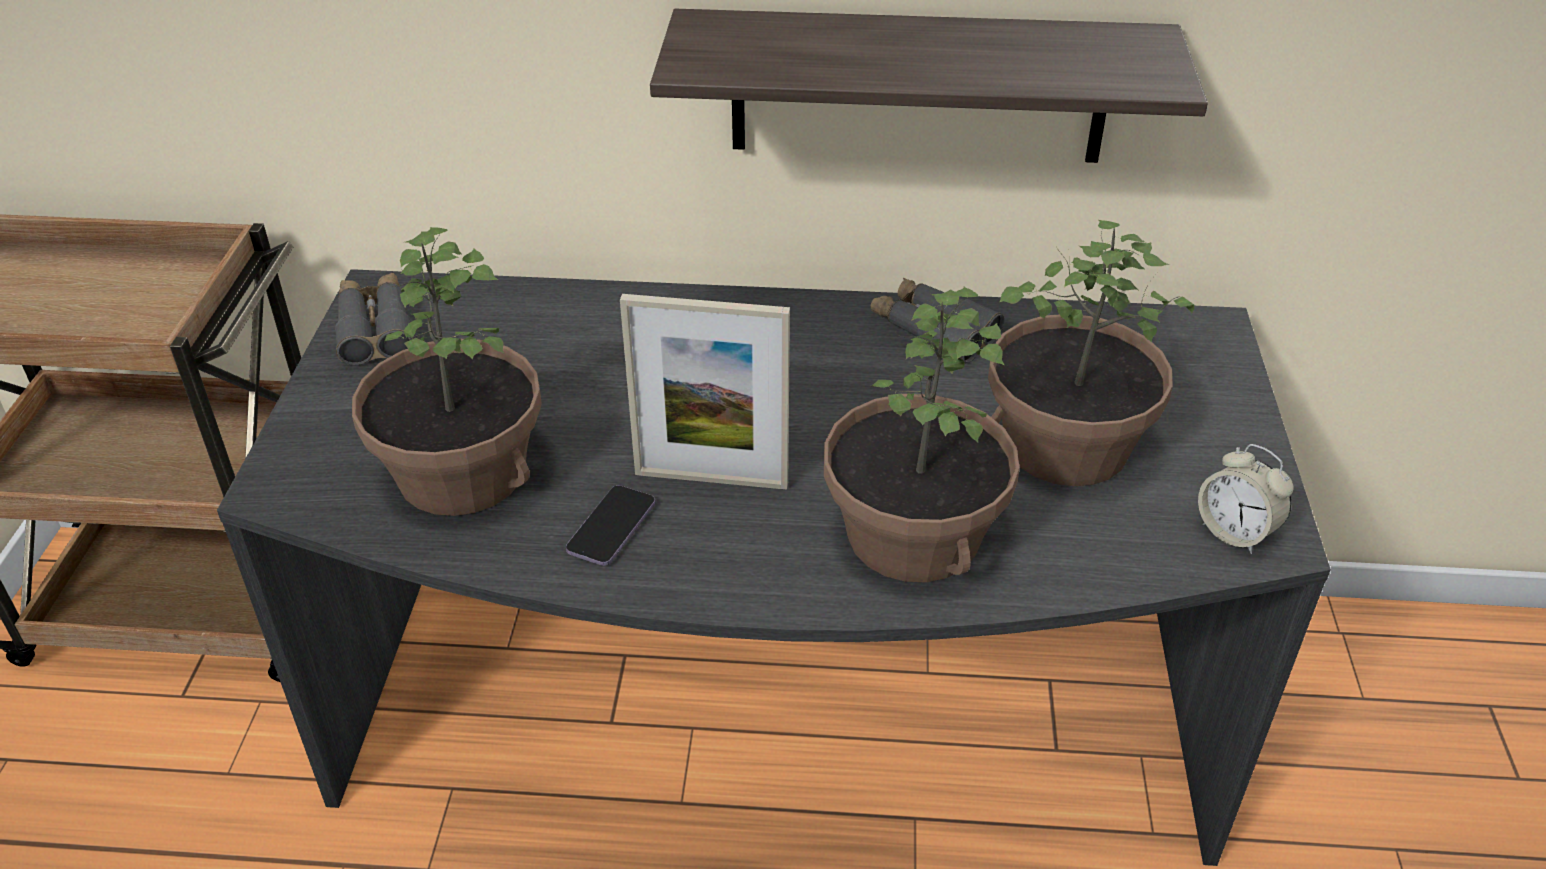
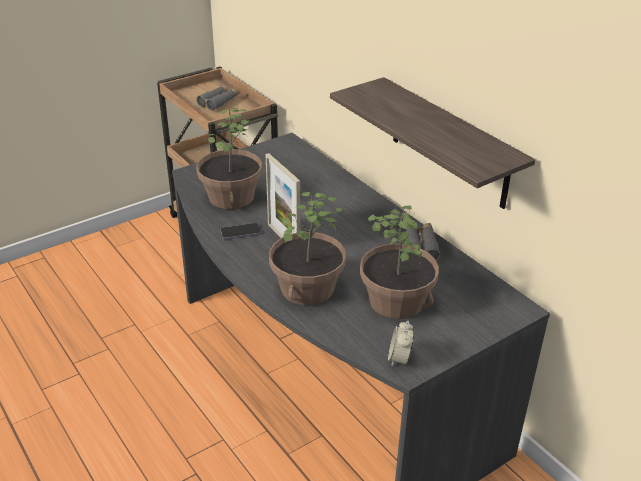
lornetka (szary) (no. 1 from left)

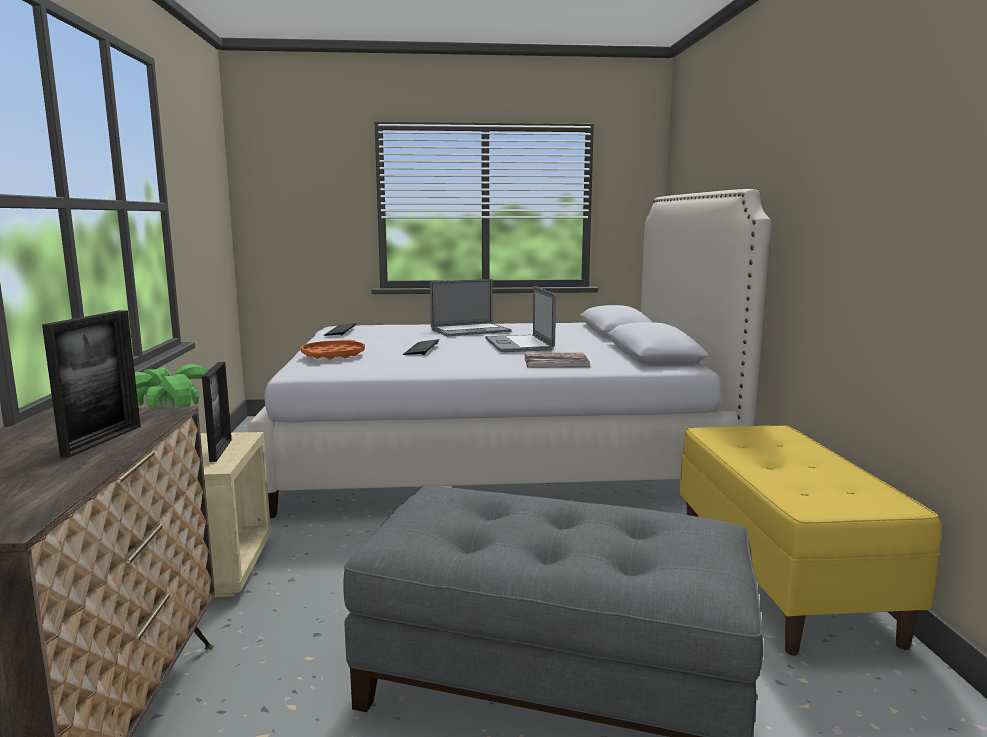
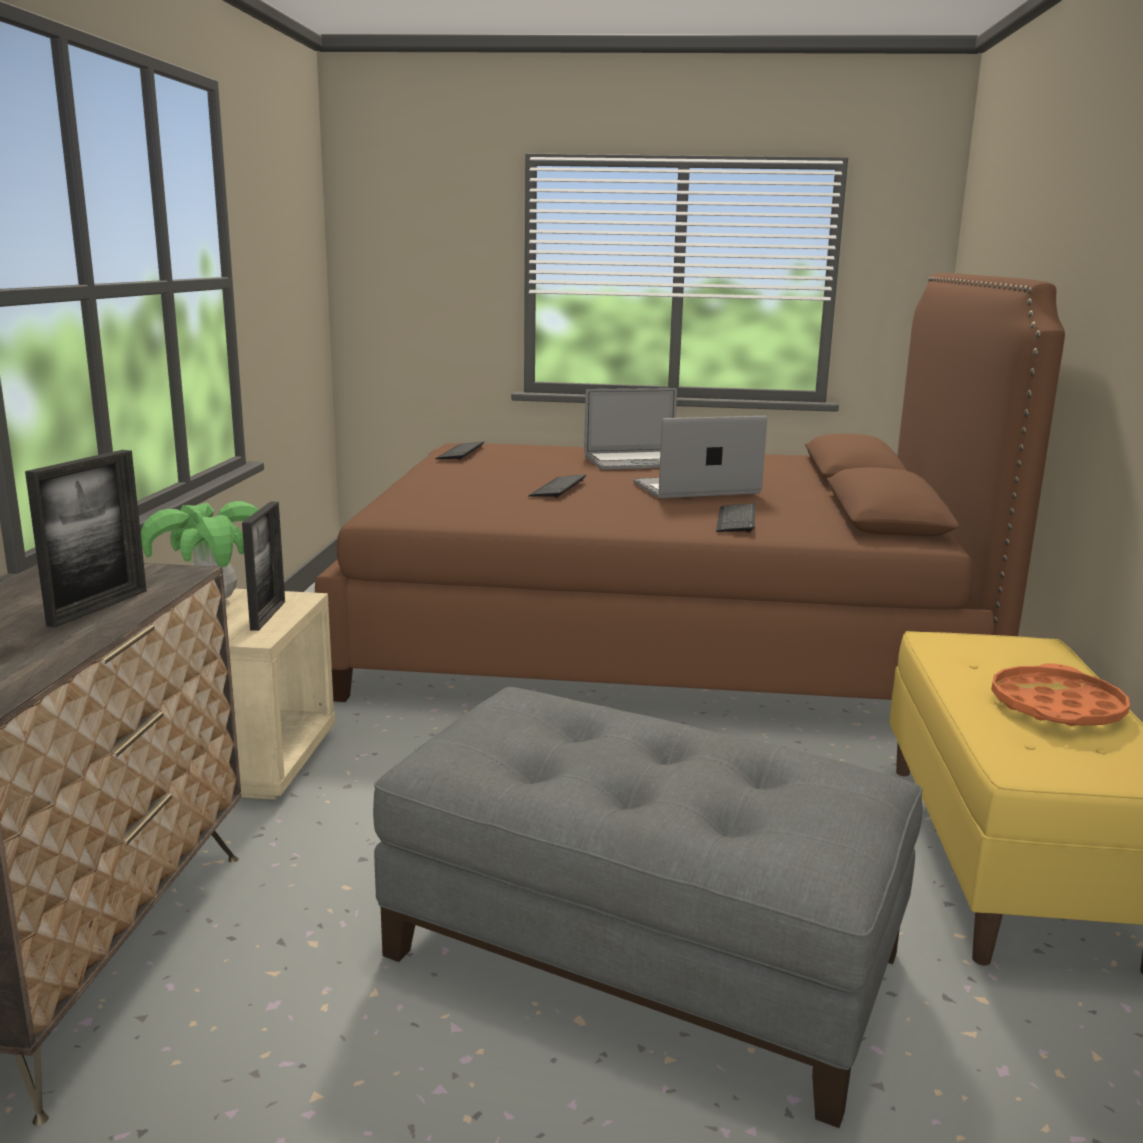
łóżko (brązowy); taca (pomarańczowy); laptop (no. 2 from left); klawiatura (no. 3 from left)

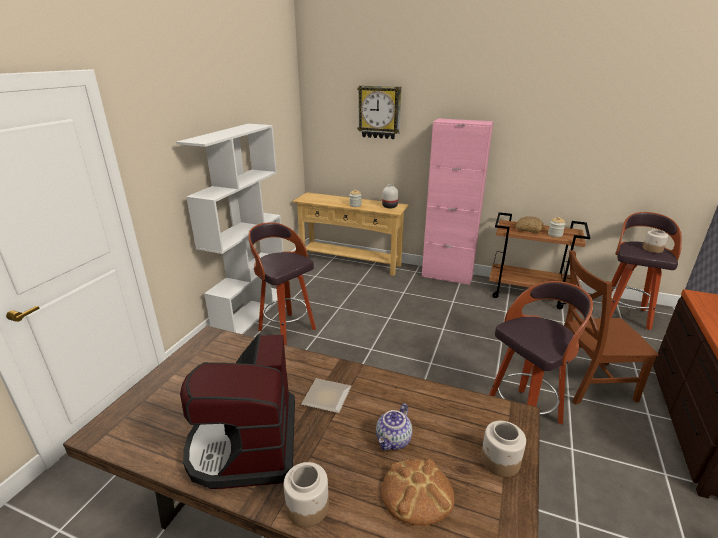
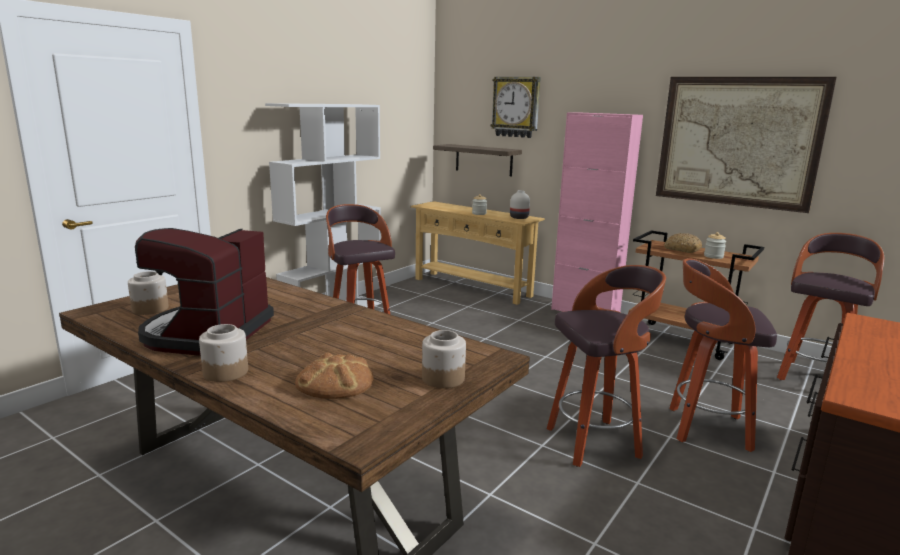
talerz; imbryk; stołek (no. 3 from left); słoik (no. 1 from left); półka; obraz

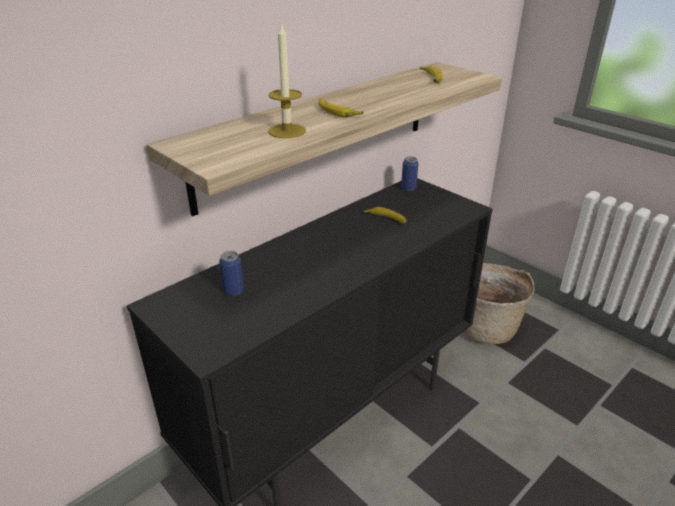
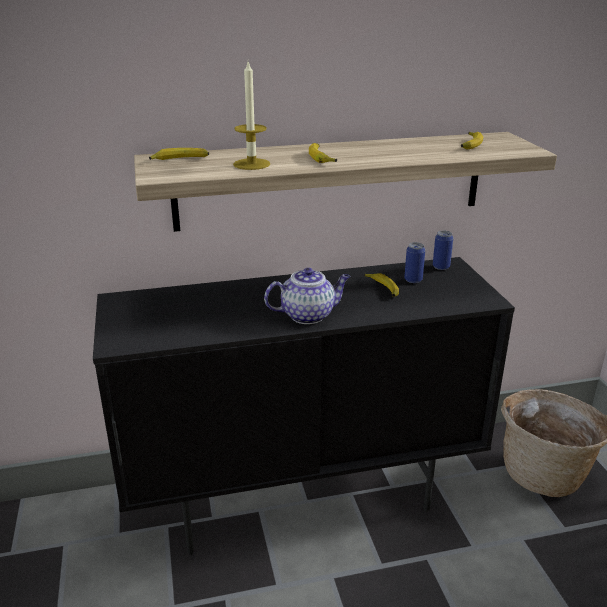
puszka (no. 1 from left); banan (no. 1 from left); imbryk

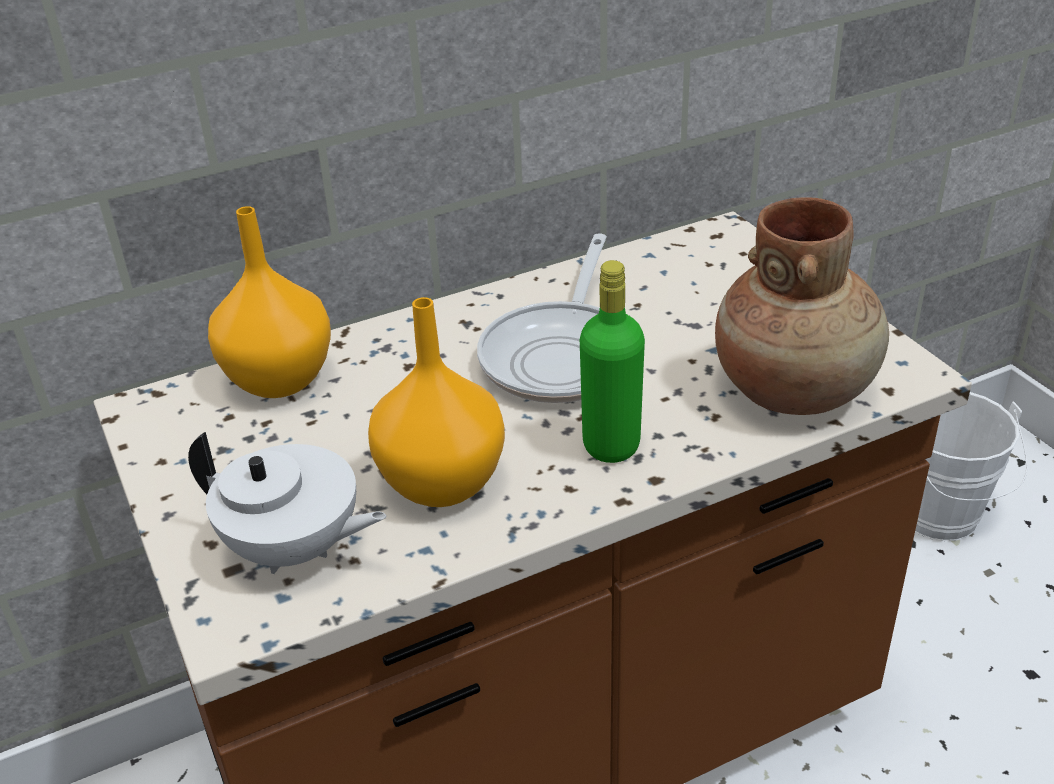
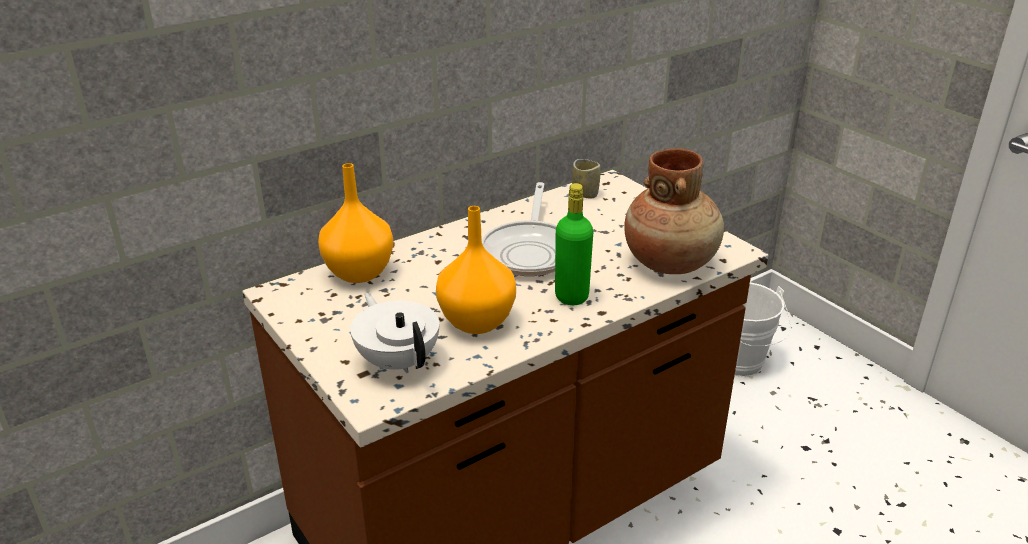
imbryk (biały); filiżanka

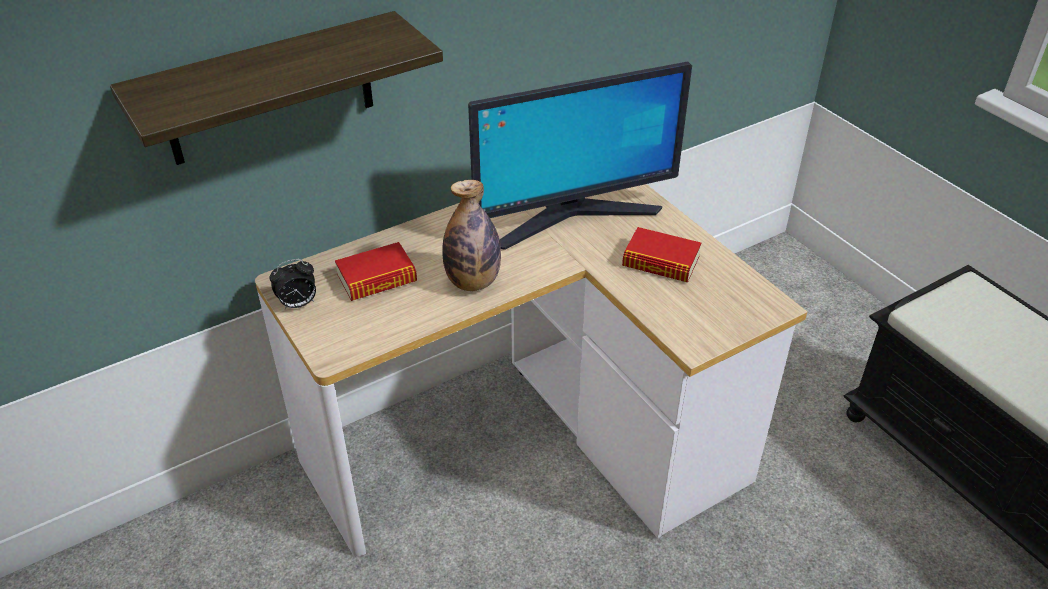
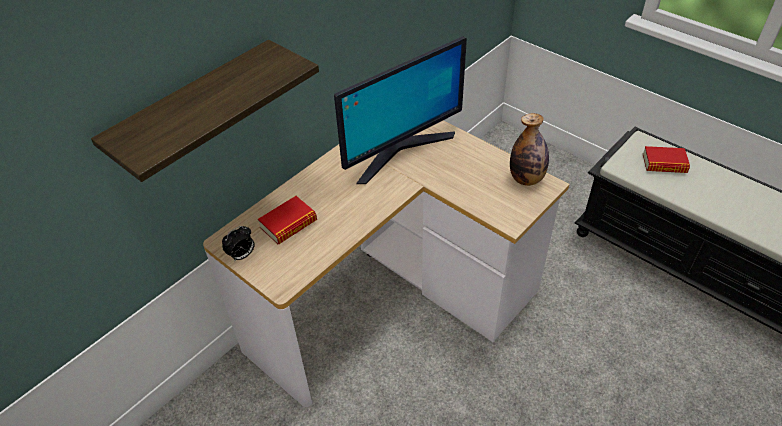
butelka; książka (no. 2 from left)

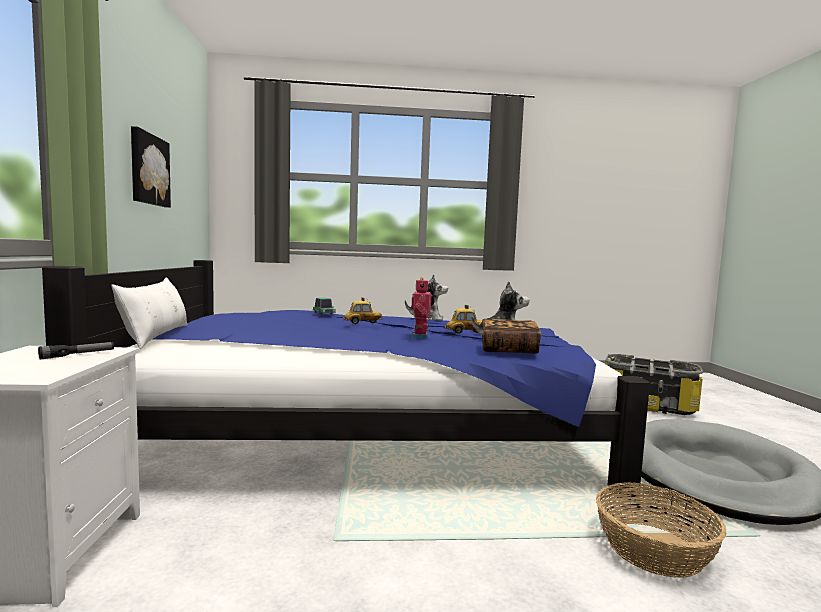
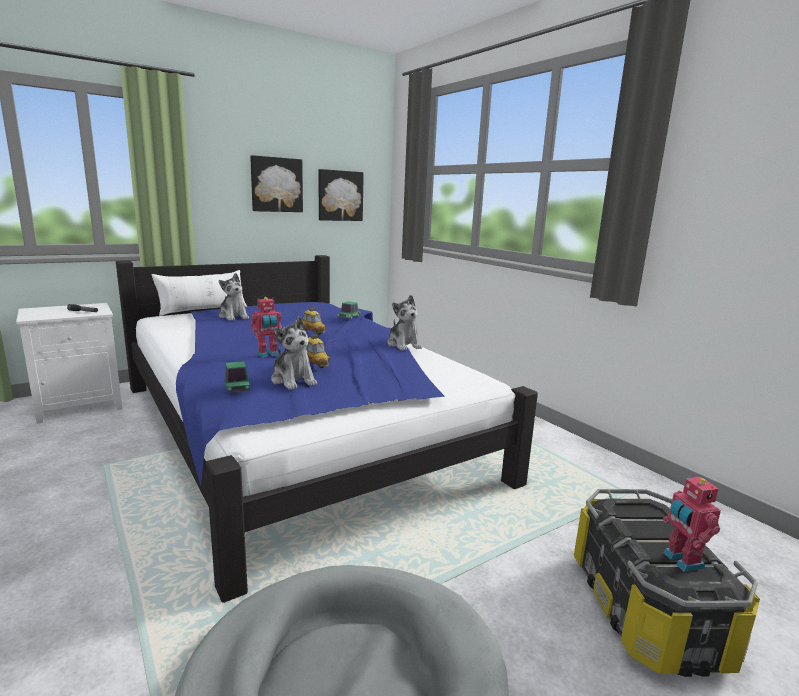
samochodzik (no. 1 from left); koszyk; pluszak (no. 1 from left); obraz (no. 2 from left); robot zabawkowy (no. 2 from left)

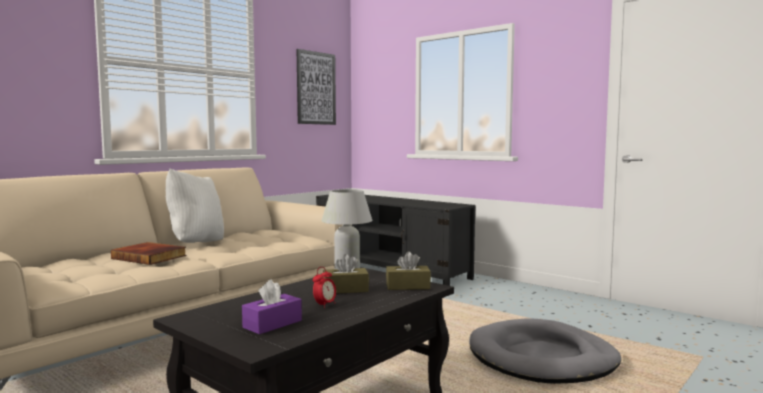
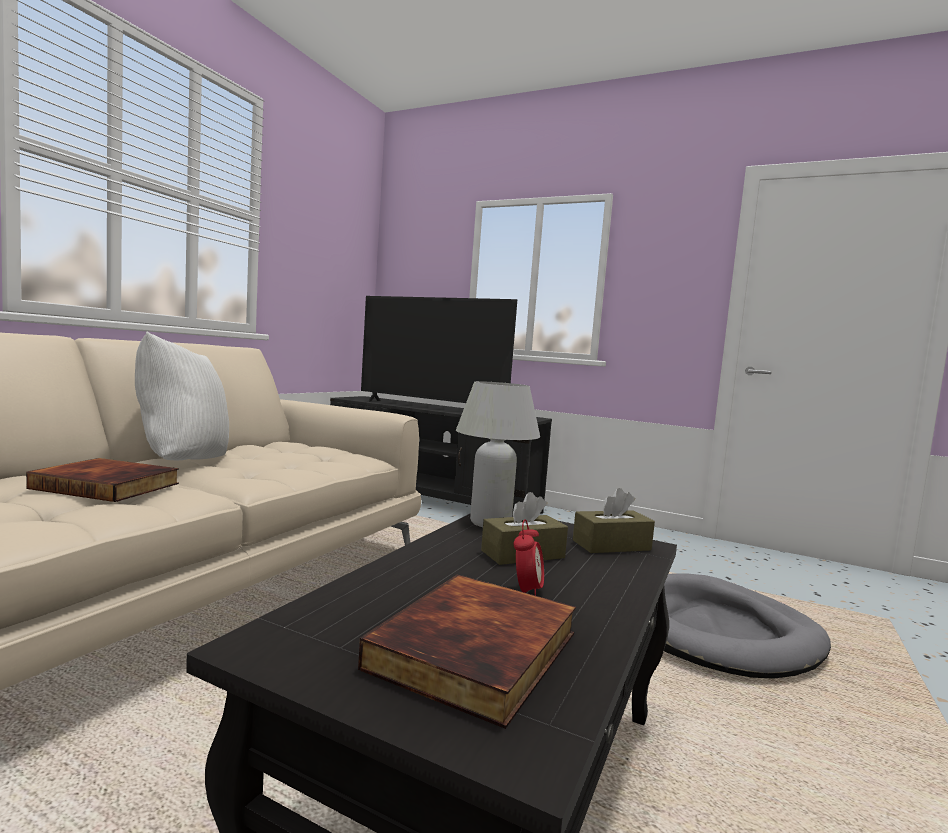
książka (no. 2 from left); obraz; telewizor

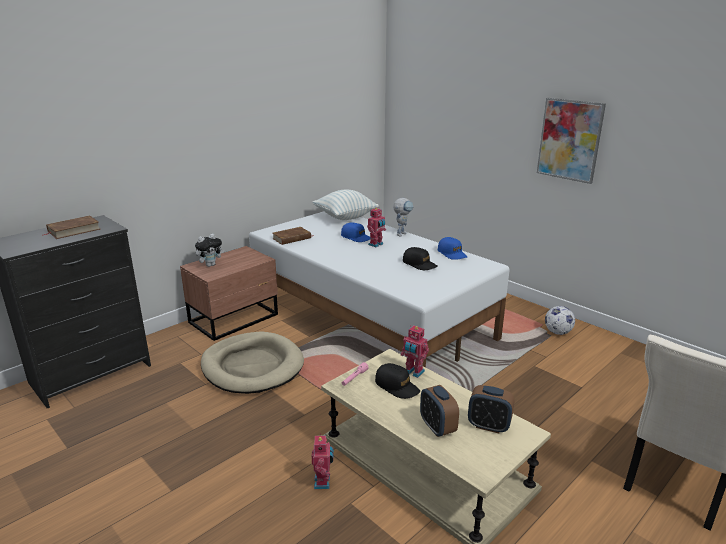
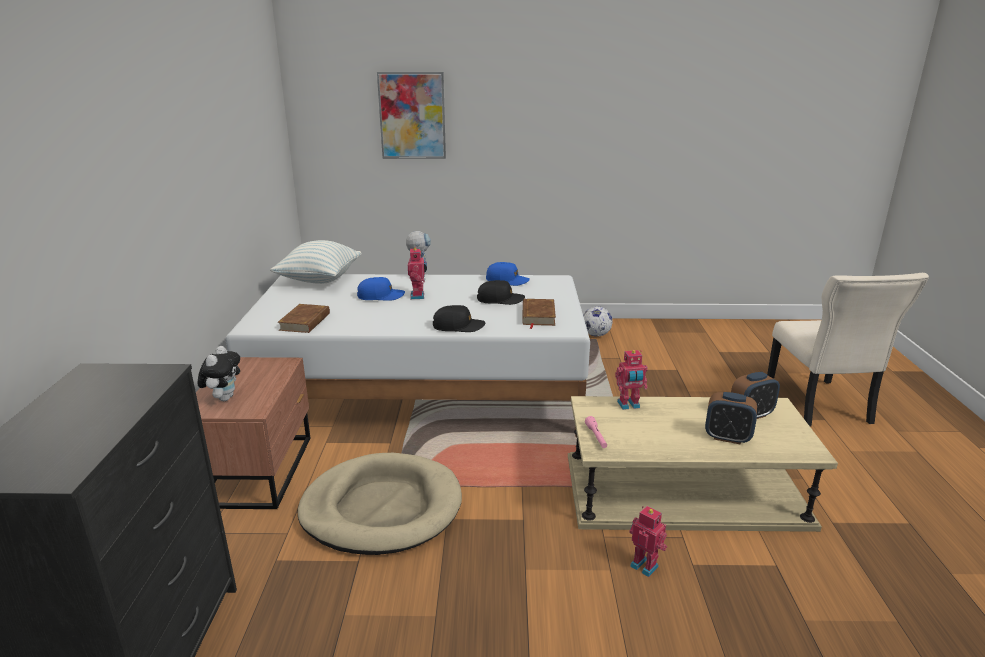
książka (brązowy) (no. 2 from left); czapka z daszkiem (czarny) (no. 1 from left); obraz

